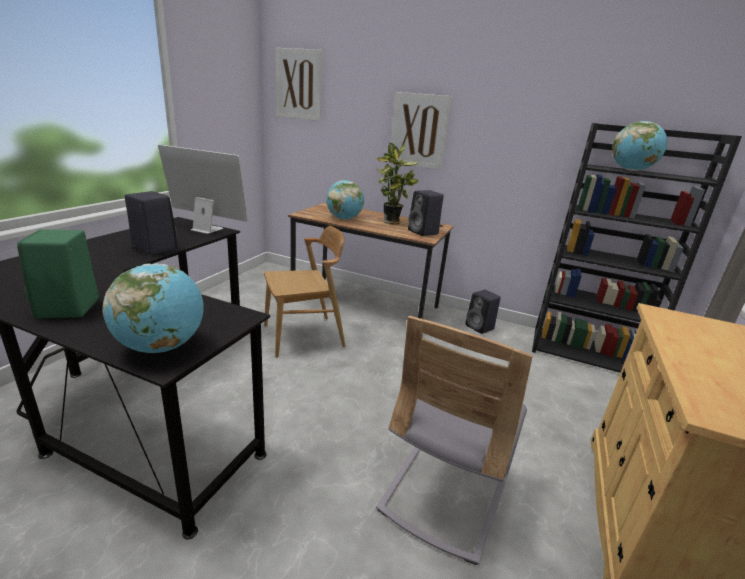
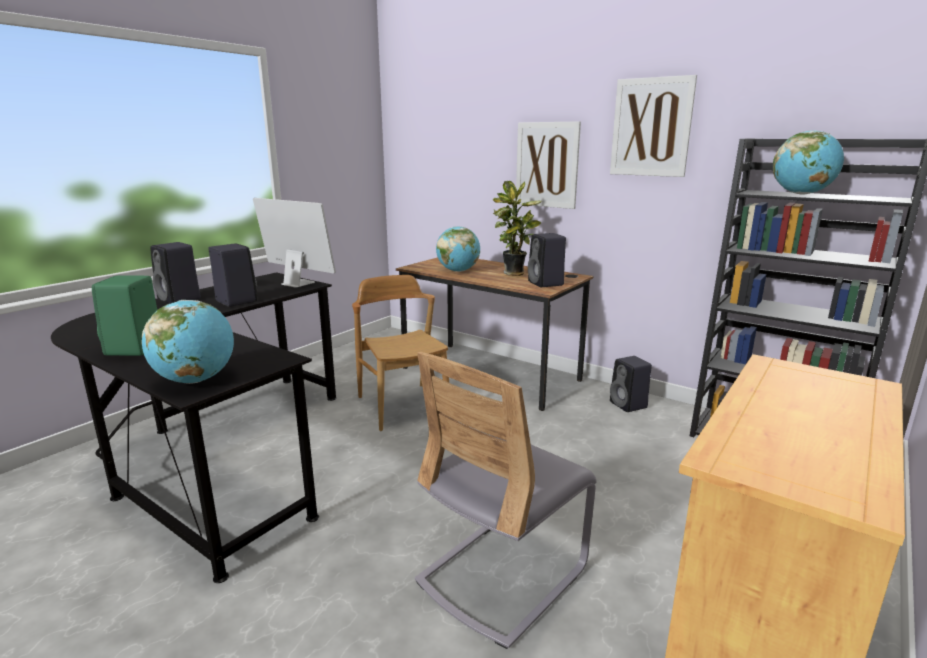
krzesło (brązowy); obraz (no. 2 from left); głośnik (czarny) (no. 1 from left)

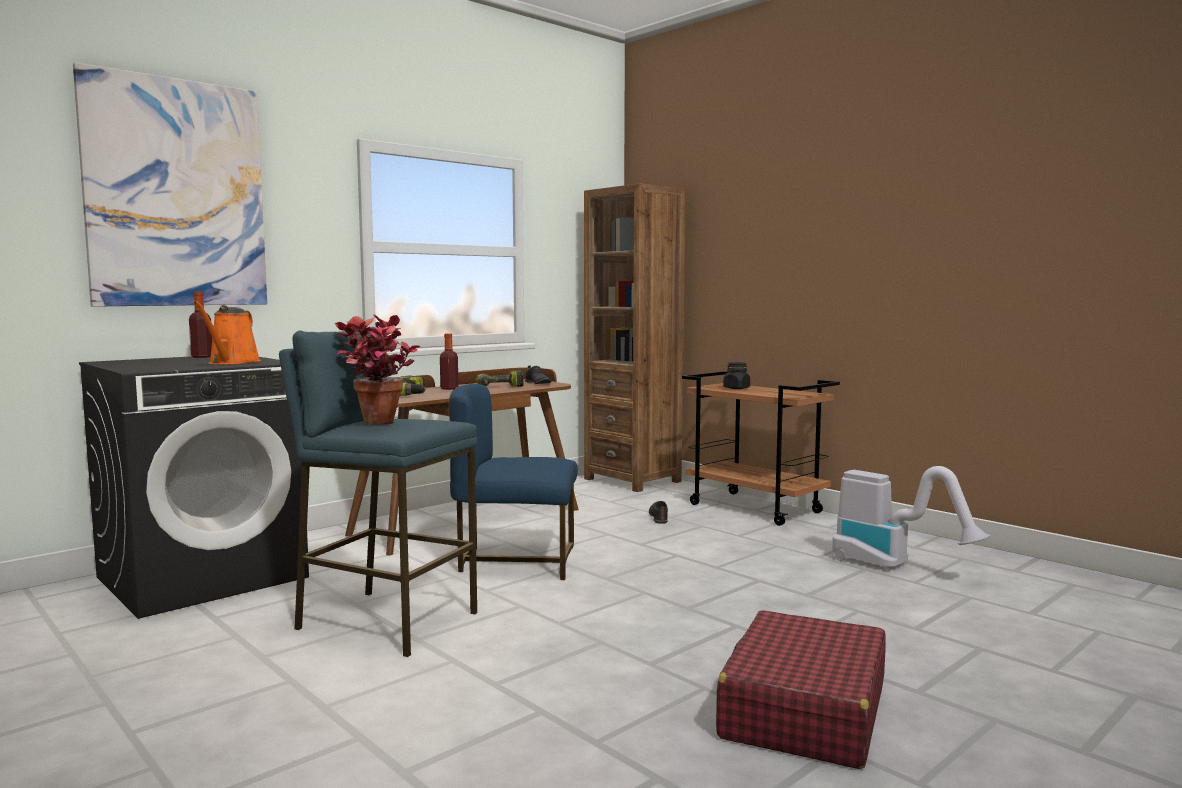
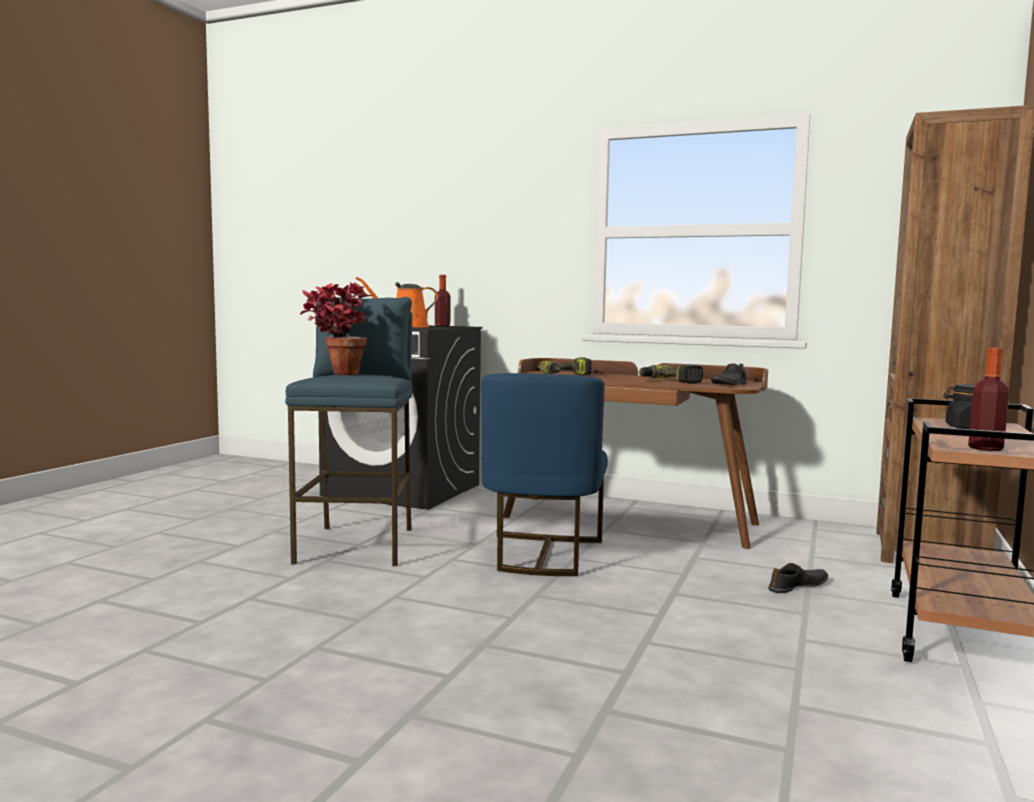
obraz; butelka (no. 2 from left); krzesło (niebieski); walizka (czerwony); odkurzacz

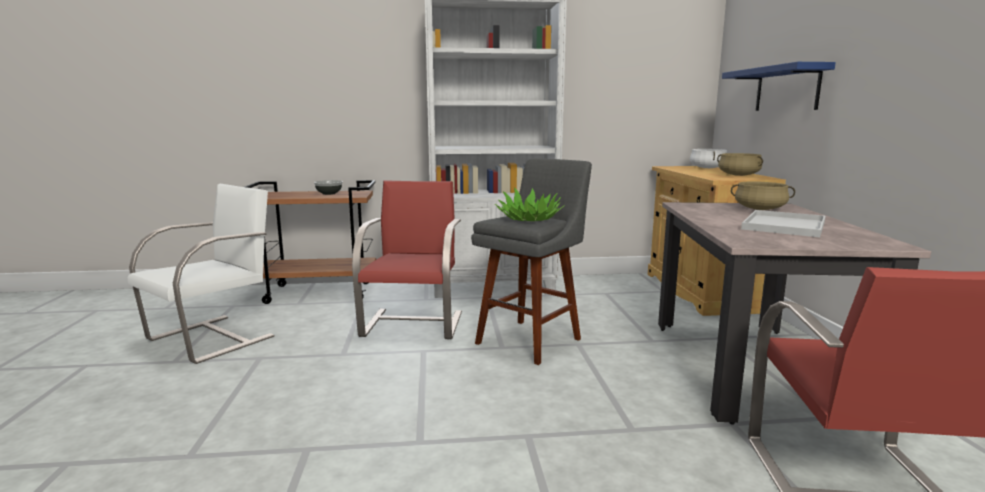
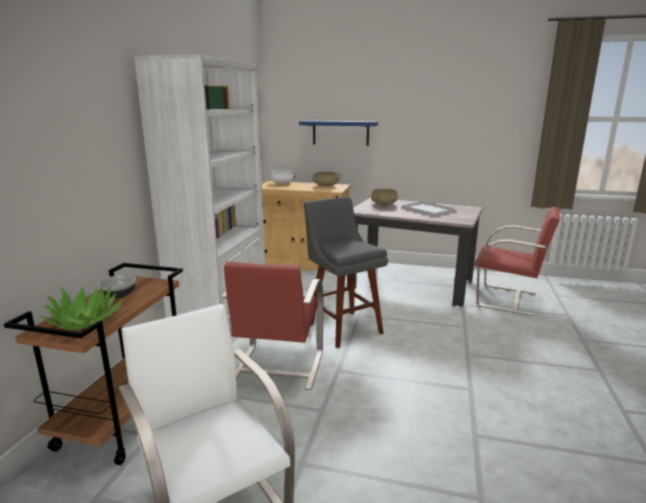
krzesło (czerwony) (no. 1 from left); roślina doniczkowa

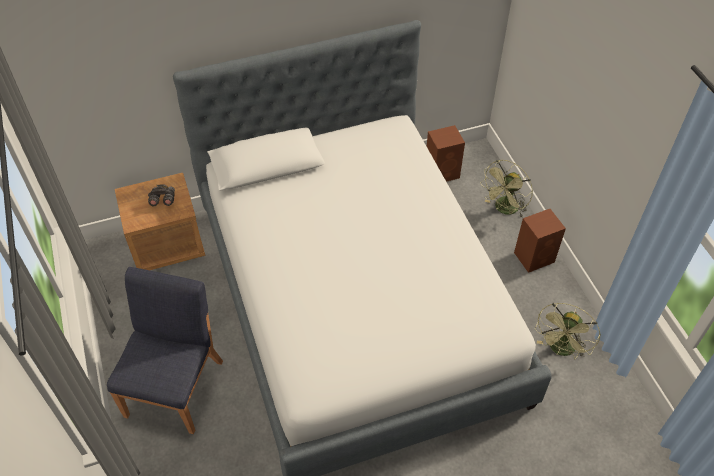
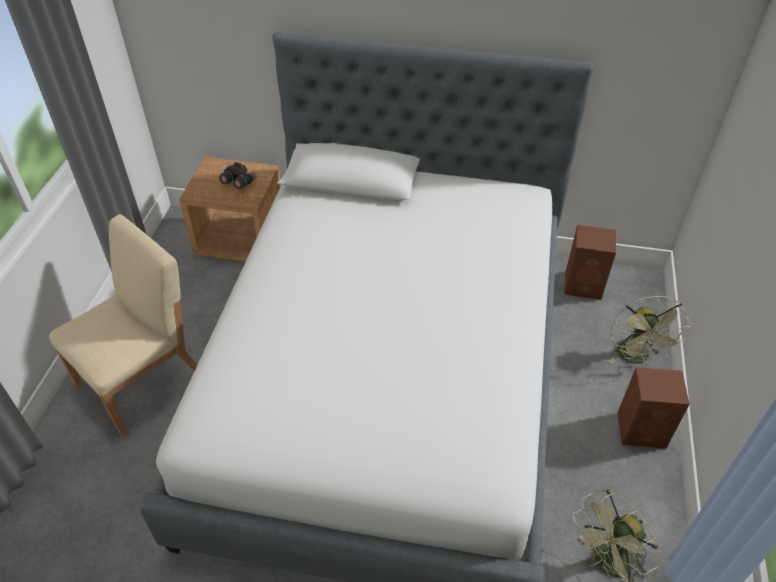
krzesło (beżowy); wentylator (zielony) (no. 2 from left)

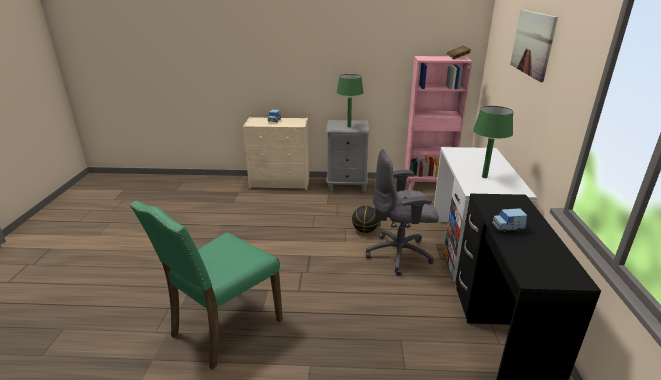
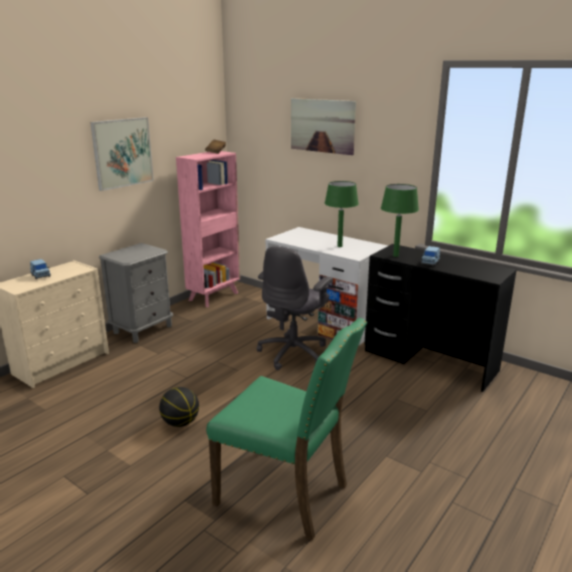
krzesło (zielony); lampa stołowa (zielony) (no. 2 from left); piłka do koszykówki; obraz (no. 1 from left)

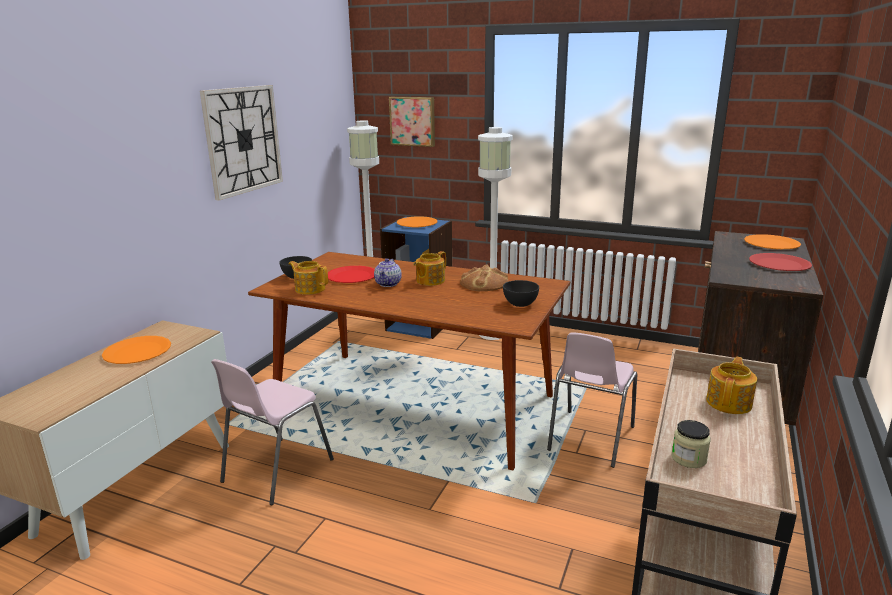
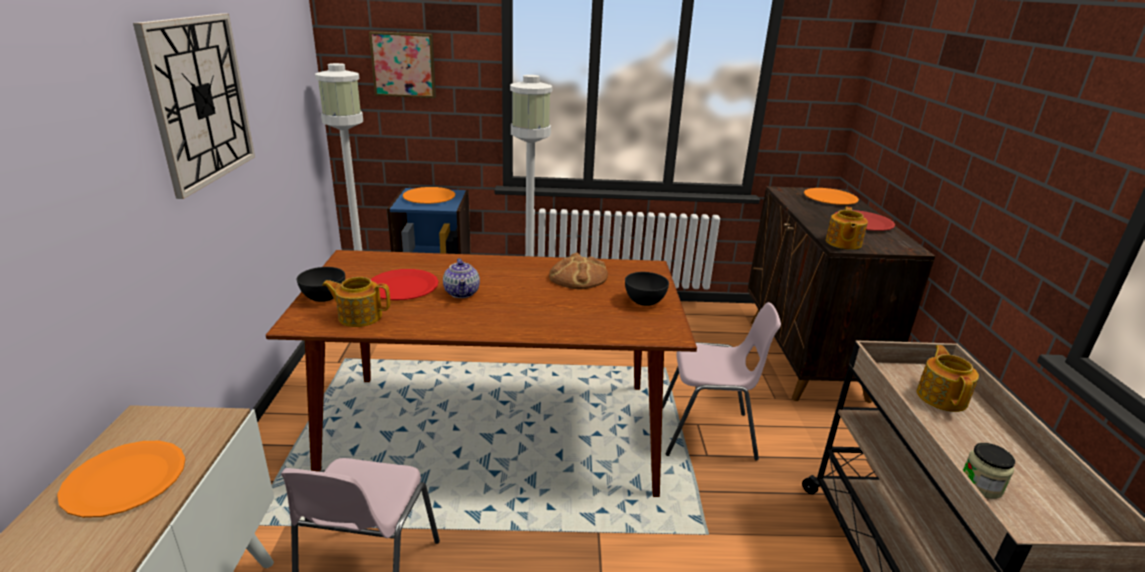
imbryk (no. 3 from left); krzesło (różowy) (no. 2 from left)

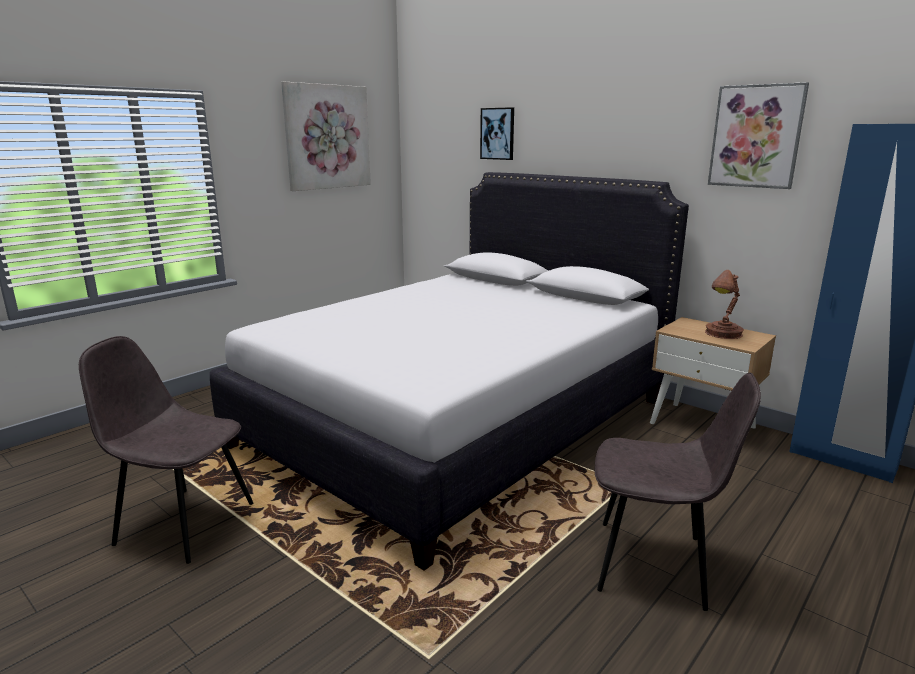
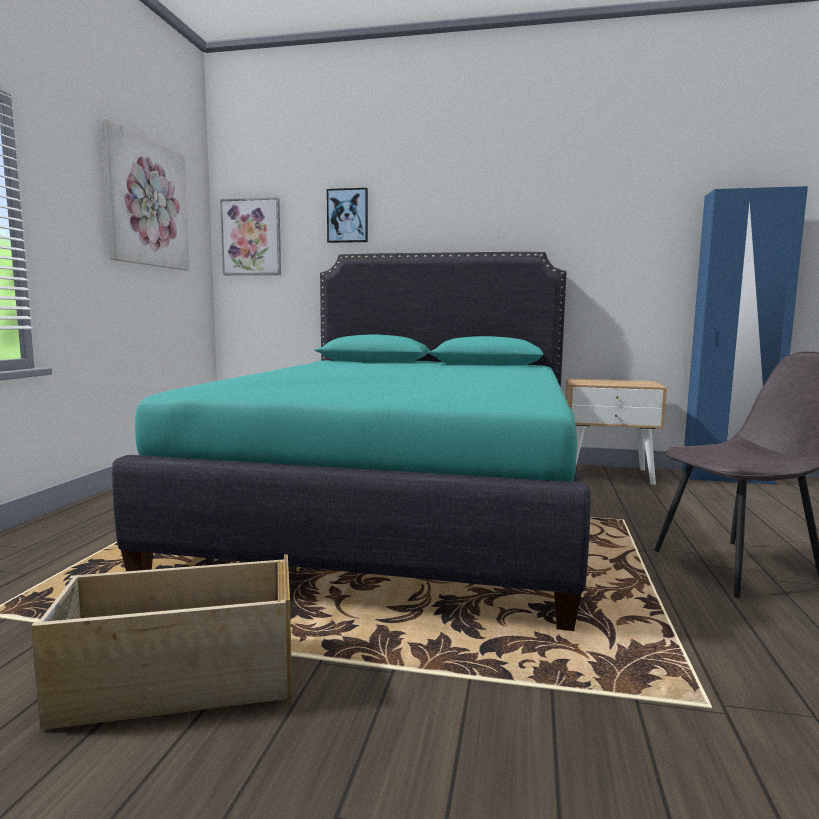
pojemnik do przechowywania (beżowy); łóżko (turkusowy); lampa stołowa (brązowy); obraz (no. 2 from left)

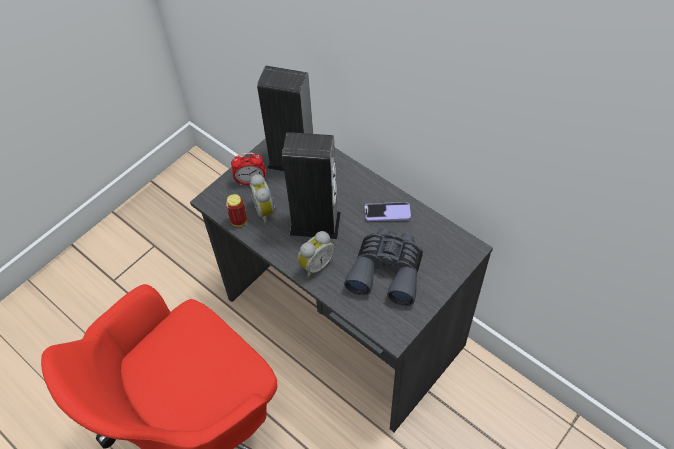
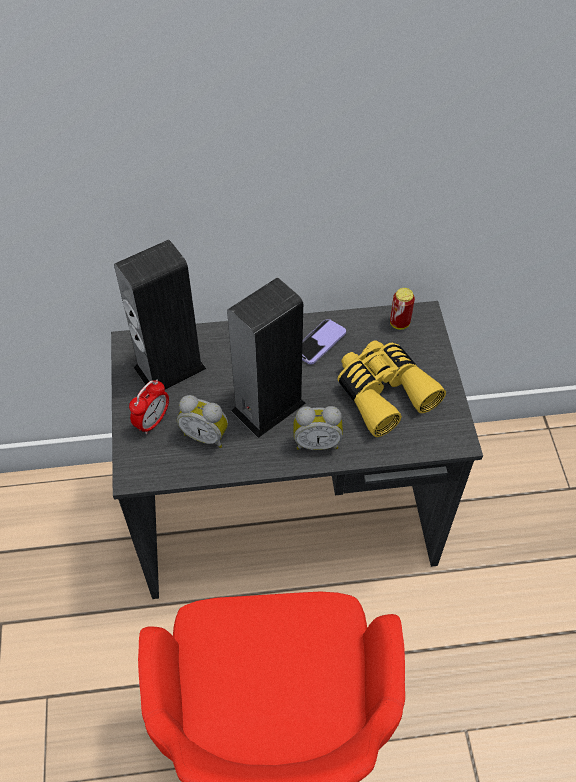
puszka; budzik (no. 3 from left); lornetka (żółty)

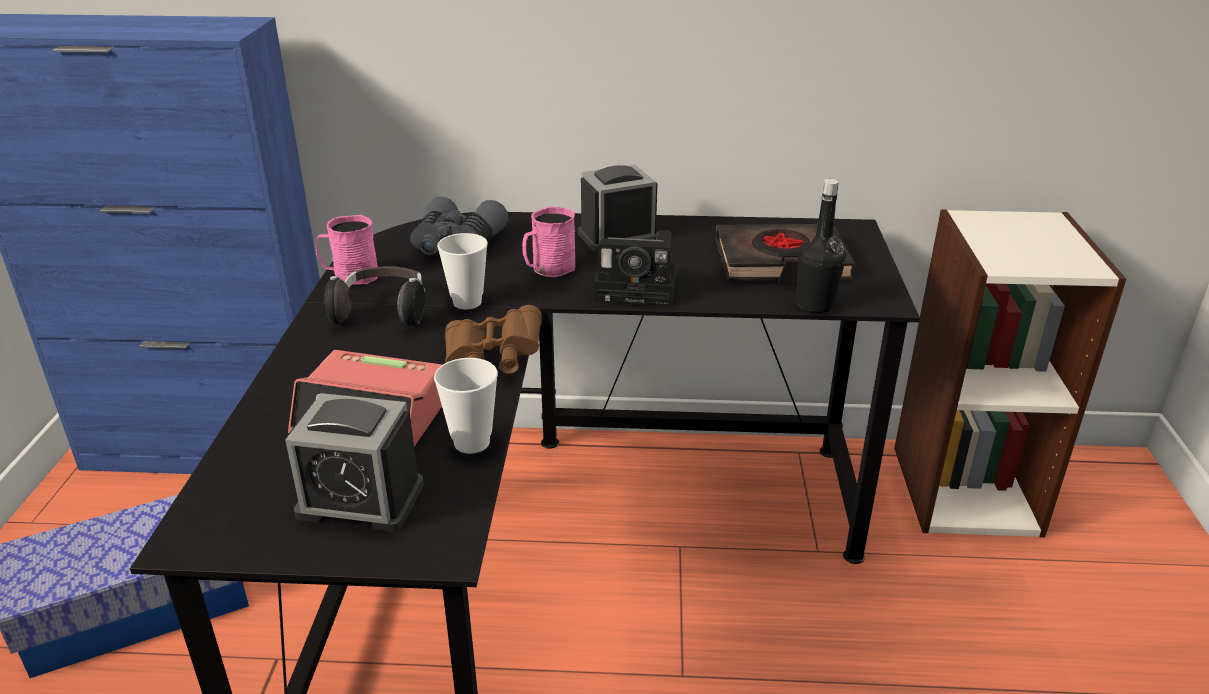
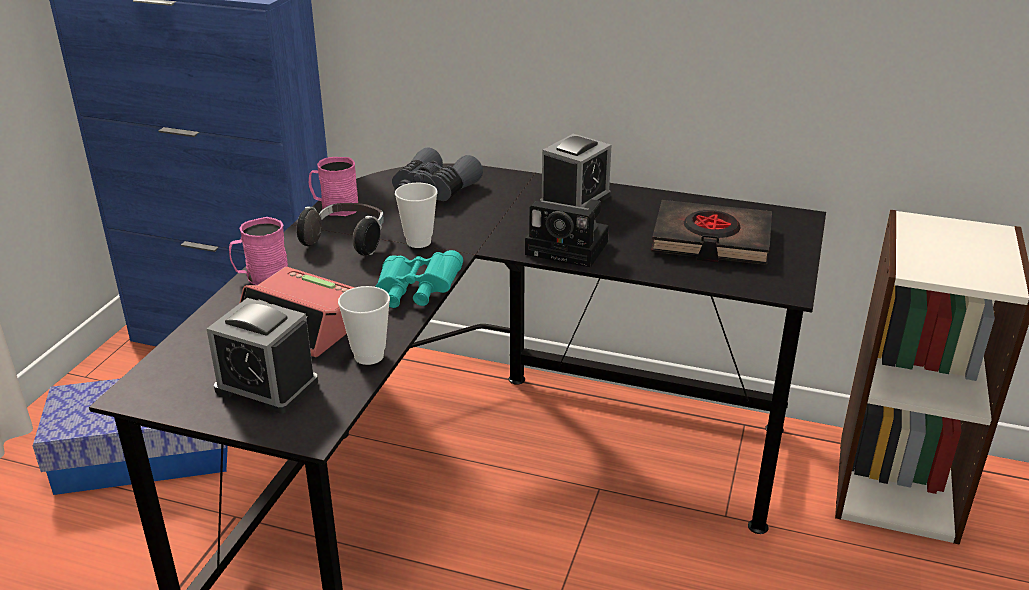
lornetka (turkusowy); kubek (różowy) (no. 1 from left); budzik (no. 3 from left); butelka (czarny)

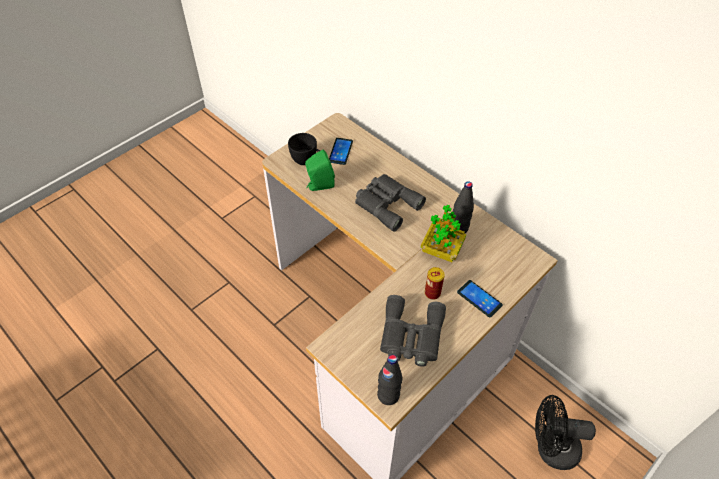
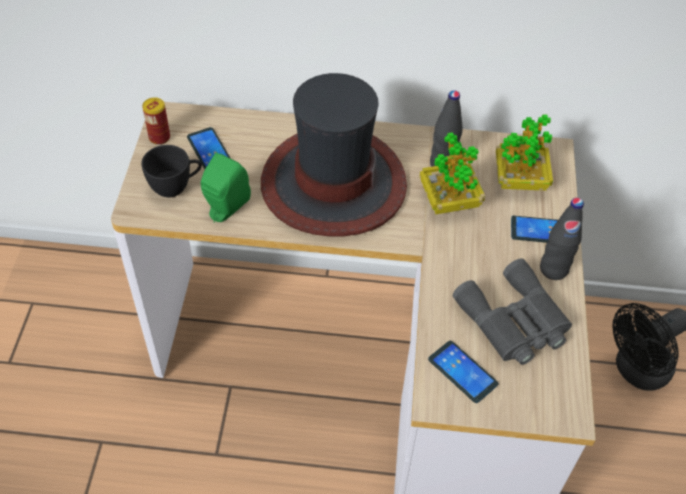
kapelusz; butelka (czarny) (no. 2 from left); puszka; telefon (no. 2 from left); roślina doniczkowa (no. 2 from left)

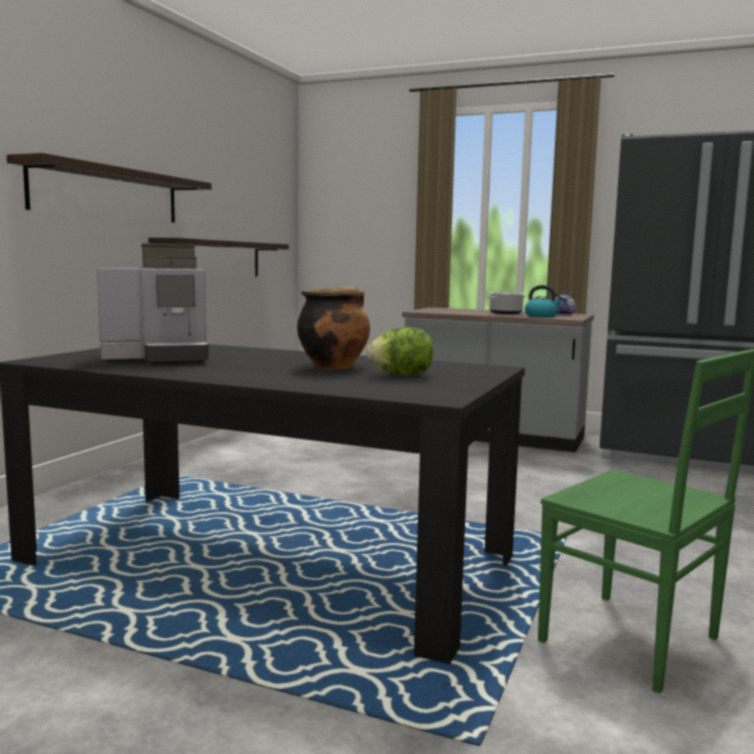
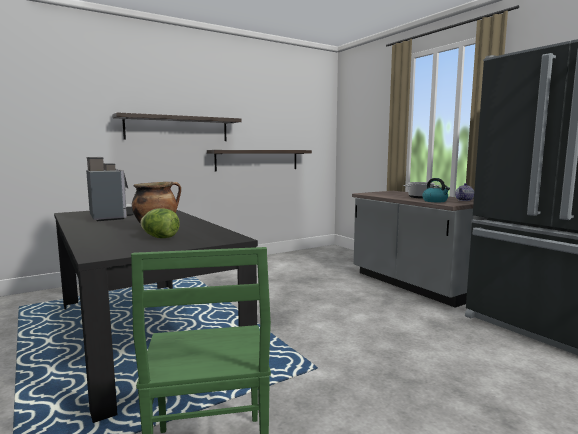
ekspres do kawy

